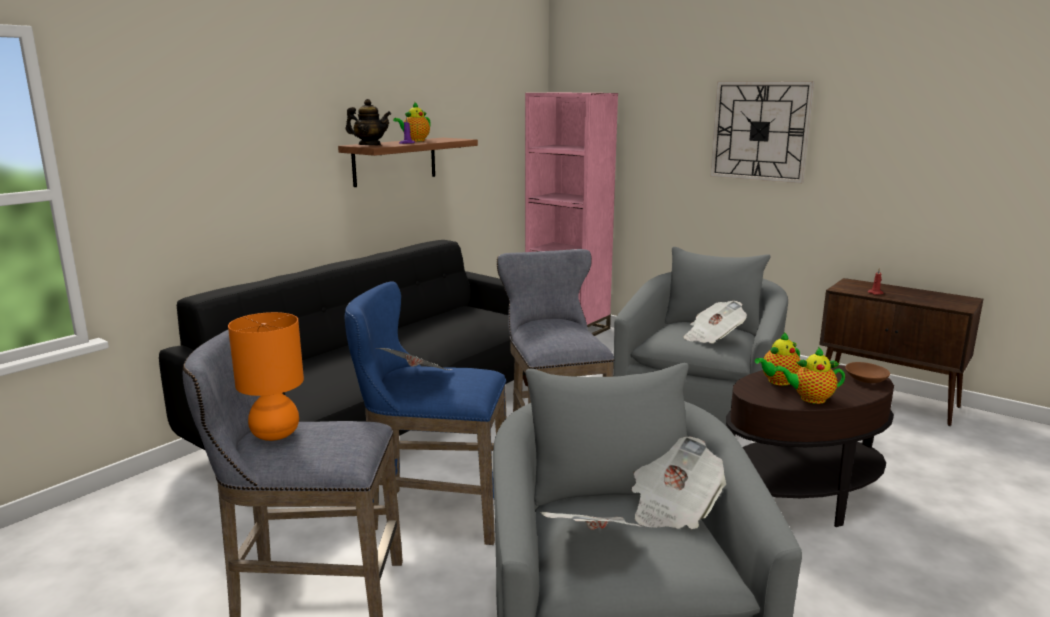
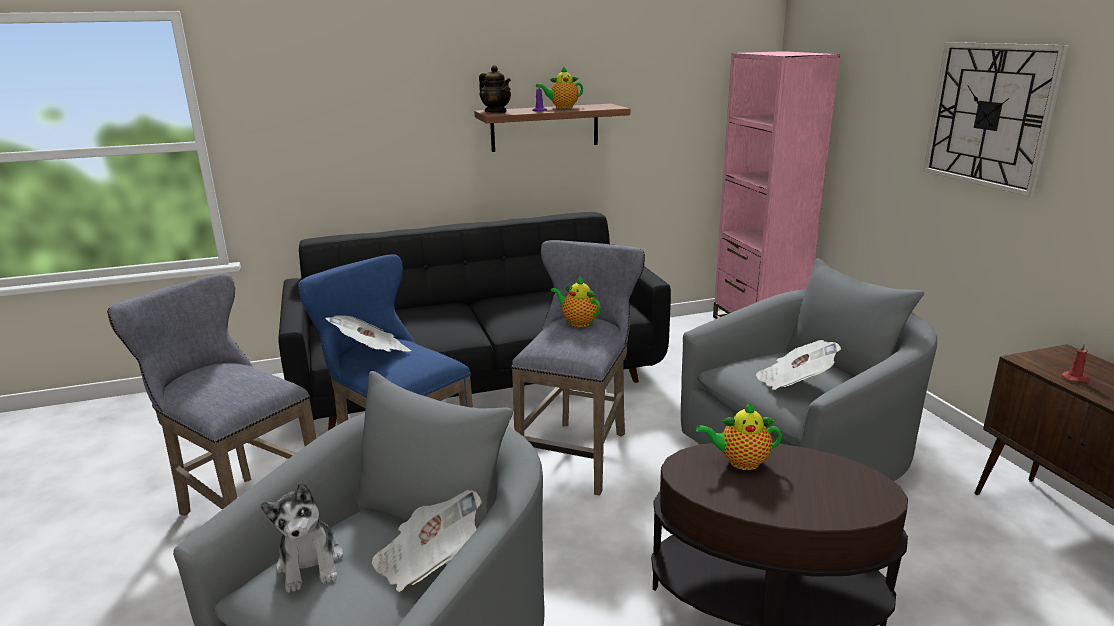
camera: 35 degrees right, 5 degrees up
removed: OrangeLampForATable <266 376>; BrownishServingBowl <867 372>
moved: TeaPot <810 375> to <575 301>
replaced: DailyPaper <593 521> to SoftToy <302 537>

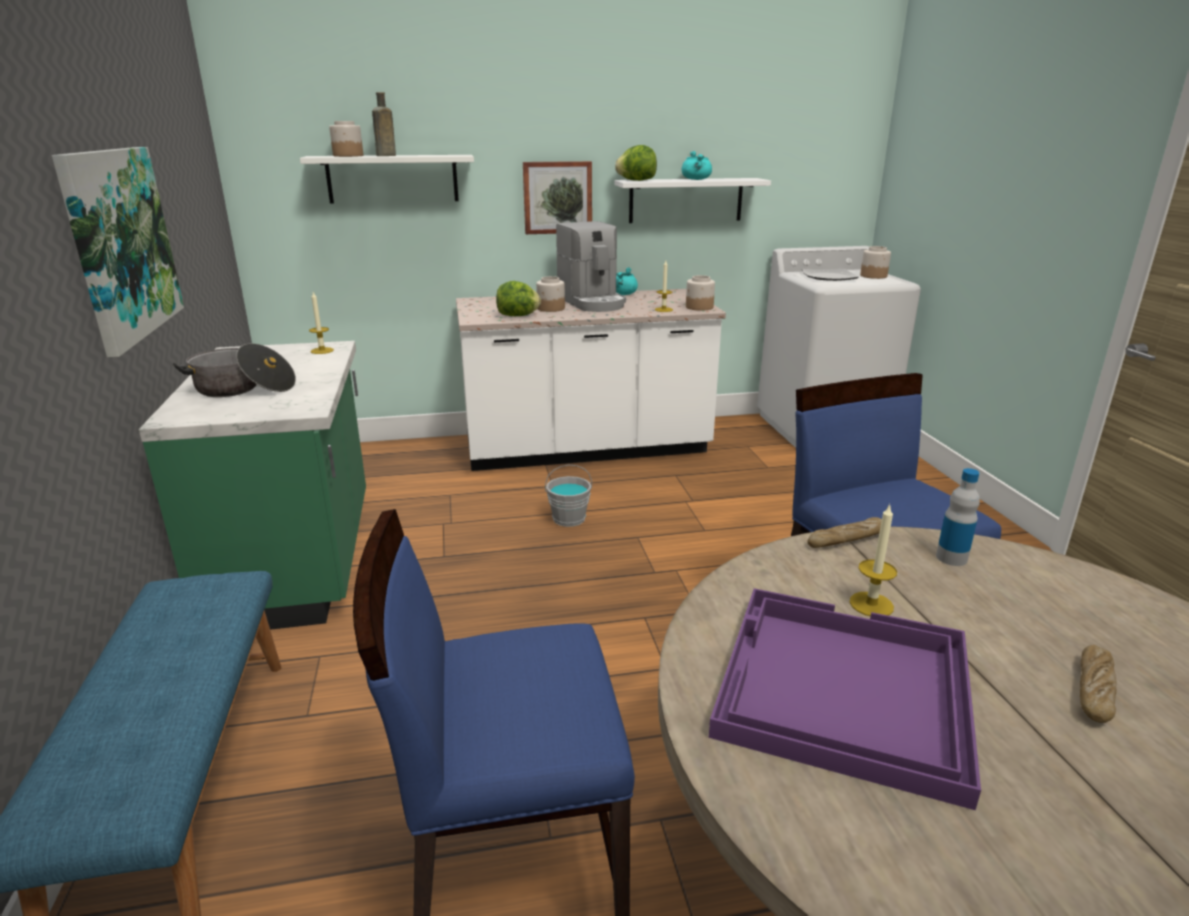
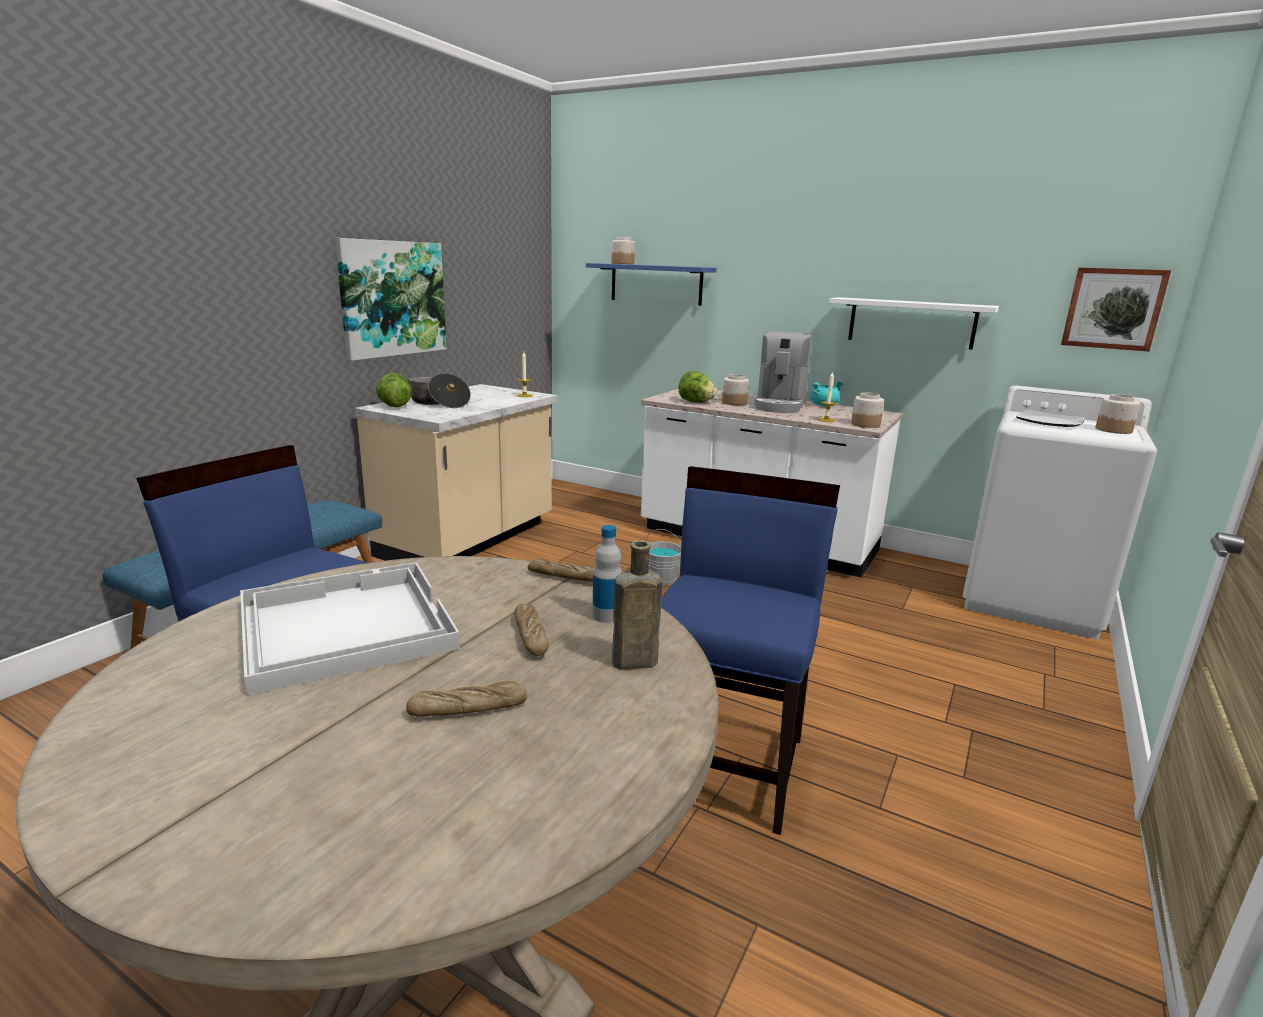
camera: 40 degrees right, 5 degrees down
removed: BlueGreenSaucepot <697 165>; Candle <873 559>
added: BakeryBread <531 630>
moved: BrownishBottle <384 124> to <637 605>; HeadOfLettuce <636 163> to <394 390>; WallPicture <557 197> to <1116 310>
recoloured: WhitishShelf <387 179> to BlueColouredShelf <651 284>; GreenKitchenCounter <252 485> to BeigeColouredKitchenCounter <456 472>; PurpleServingTray <844 699> to WhitishServingTray <350 629>

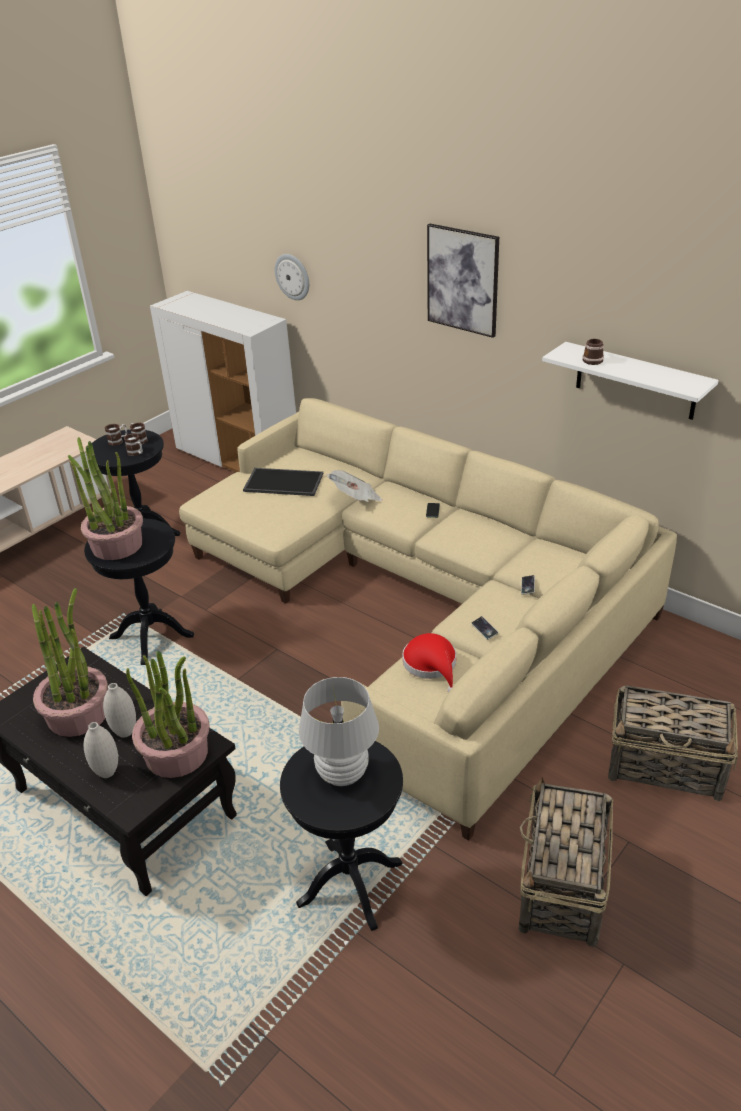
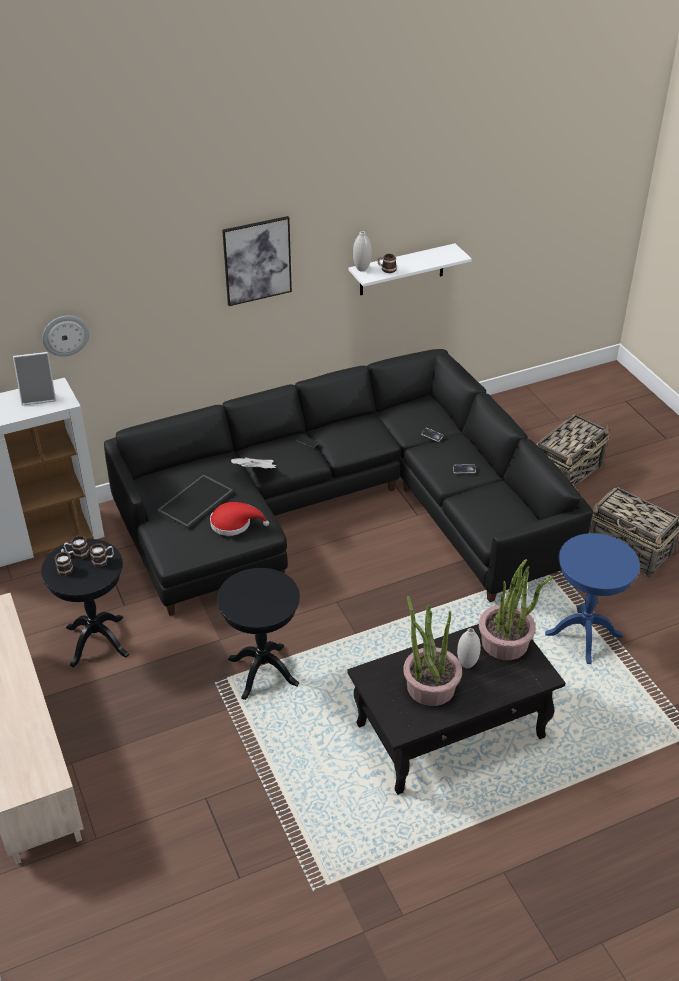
camera: 65 degrees left, 5 degrees up
removed: PottedPlant <105 498>; WhitishLampForATable <339 731>
added: StandingFrame <34 378>
moved: RedColouredWearableHat <429 663> to <239 519>; WhitishDecorativeVase <101 750> to <362 251>
recoloured: BeigeColouredSofa <428 619> to BlackSofa <348 482>; BlackEndTable <341 836> to BlueColouredEndTable <592 598>

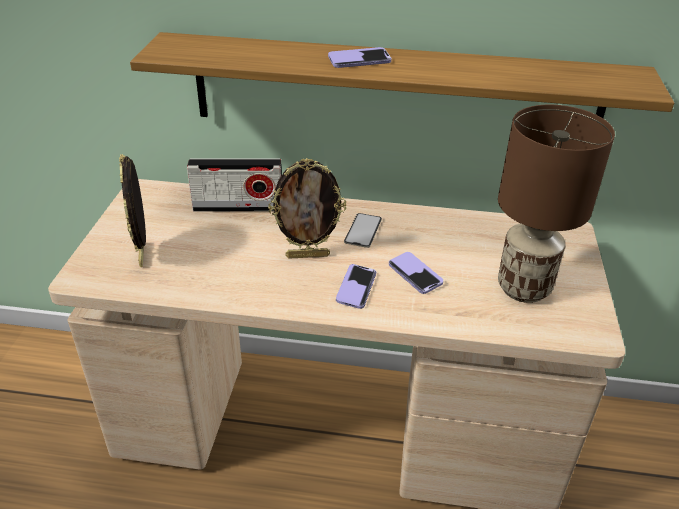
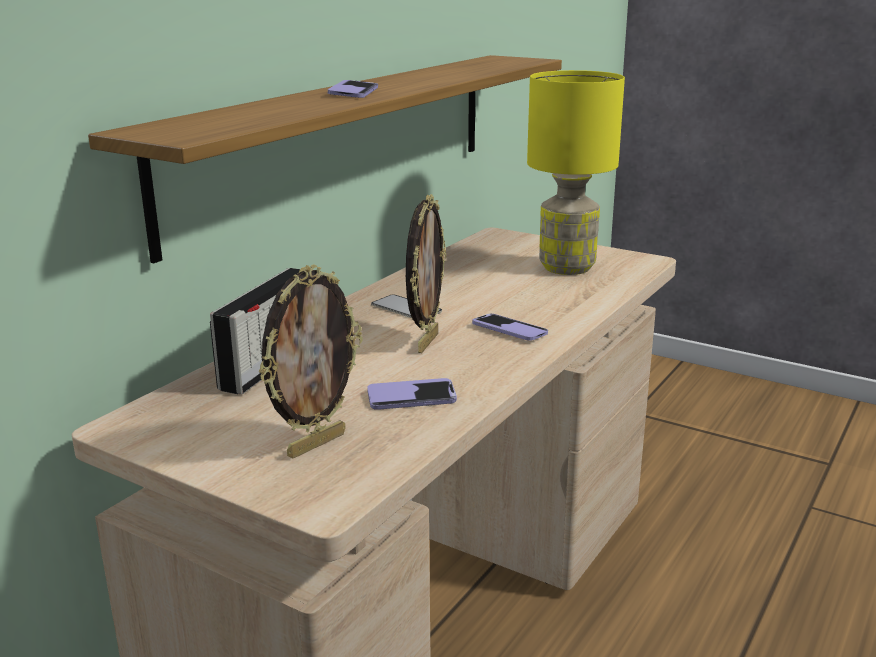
camera: 65 degrees left, 15 degrees down
moved: Handset <416 273> to <412 394>
recoloured: BrownishLampForATable <556 204> to YellowColouredLampForATable <576 172>
turned: StandingFrame <132 210> = <310 361> 60 degrees counterclockwise

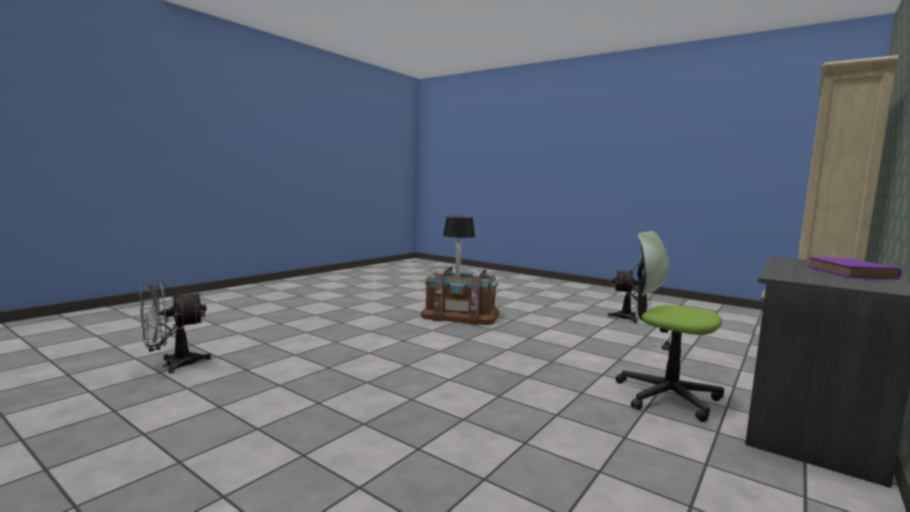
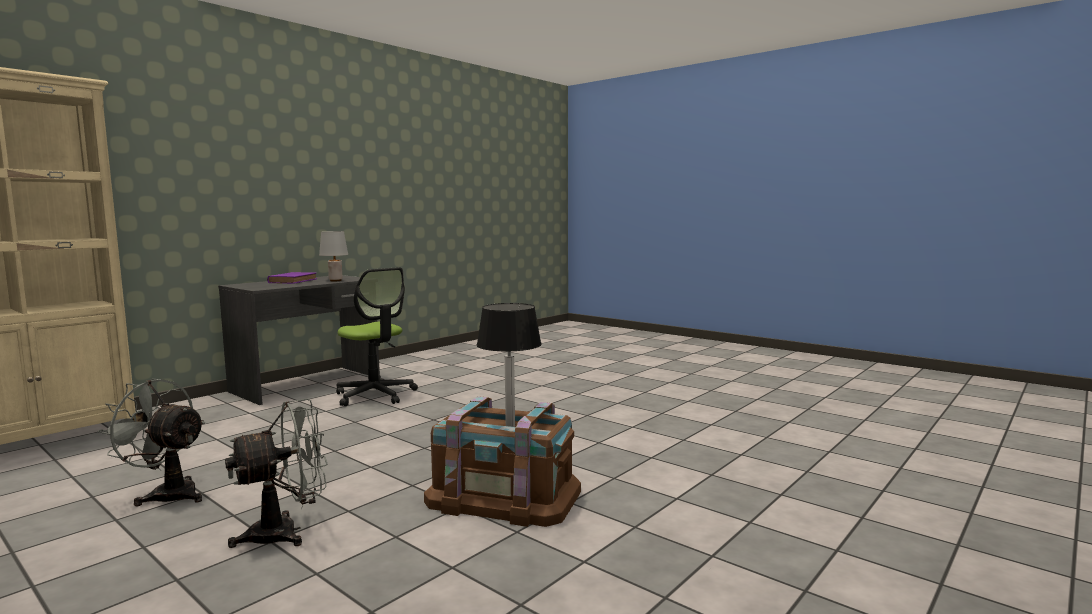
camera: 175 degrees left, 0 degrees up
added: GreyLampForATable <333 256>
moved: GreyFan <175 326> to <276 473>

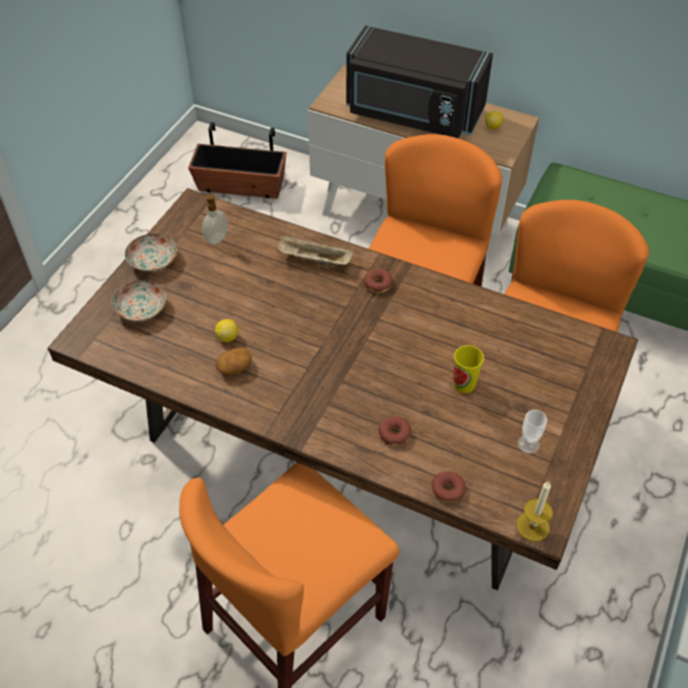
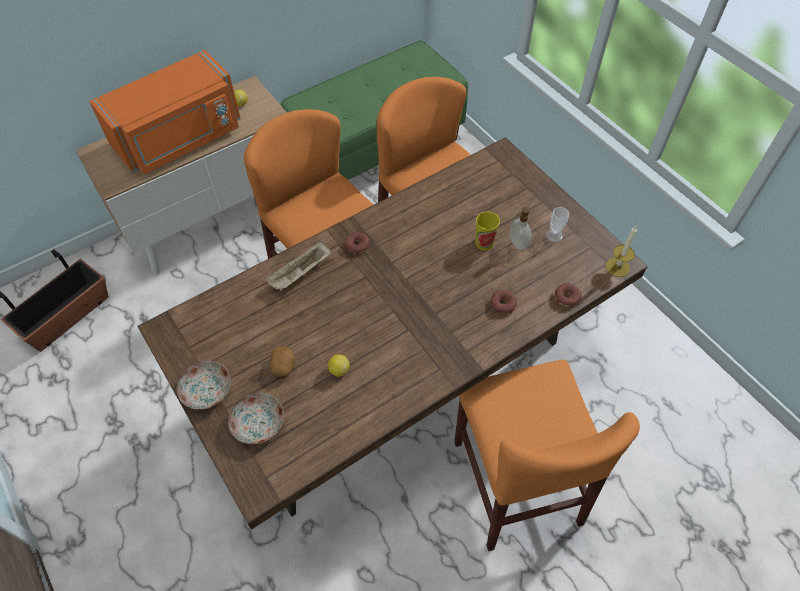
camera: 60 degrees left, 5 degrees up
moved: LiquidSoapBottle <214 219> to <521 228>; Potato <234 361> to <282 361>
recoloured: BlackKitchenMicrowave <419 82> to OrangeKitchenMicrowave <165 112>

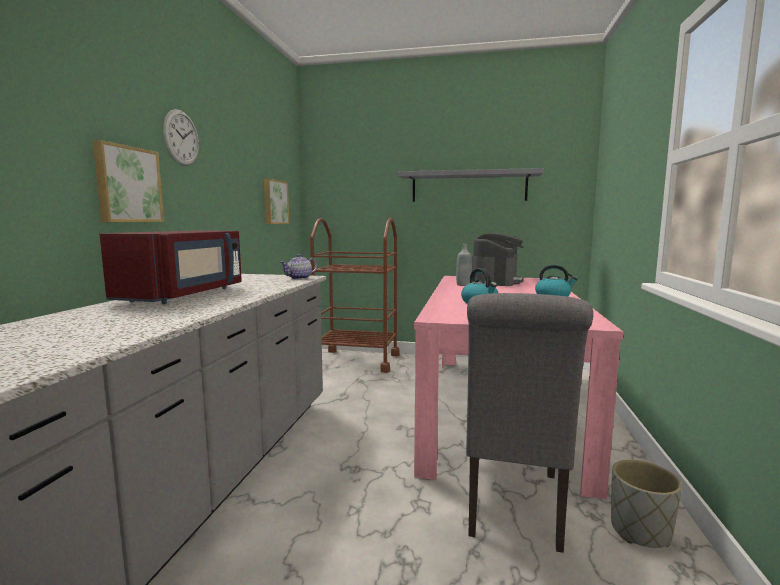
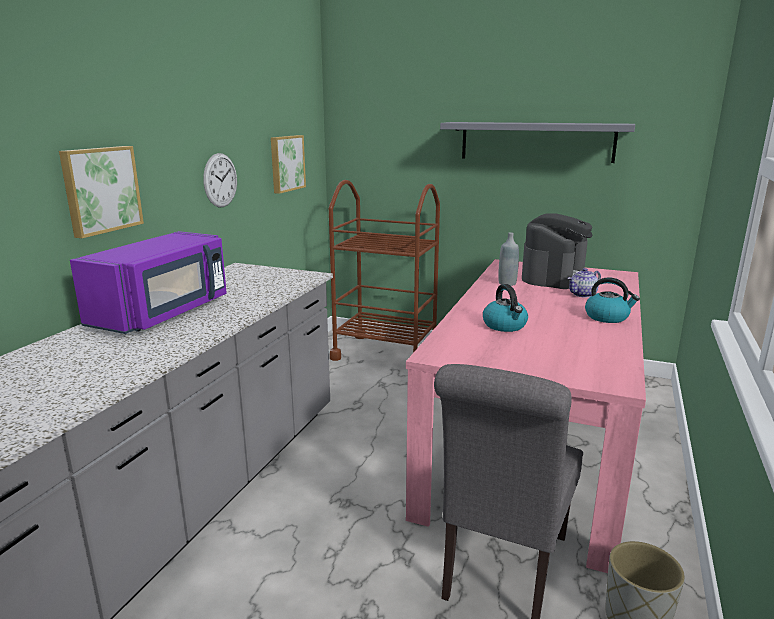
camera: 10 degrees right, 10 degrees up
moved: WallClock <181 137> to <220 180>; TeaPot <298 266> to <584 283>
recoloured: RedColouredKitchenMicrowave <171 267> to PurpleKitchenMicrowave <148 282>

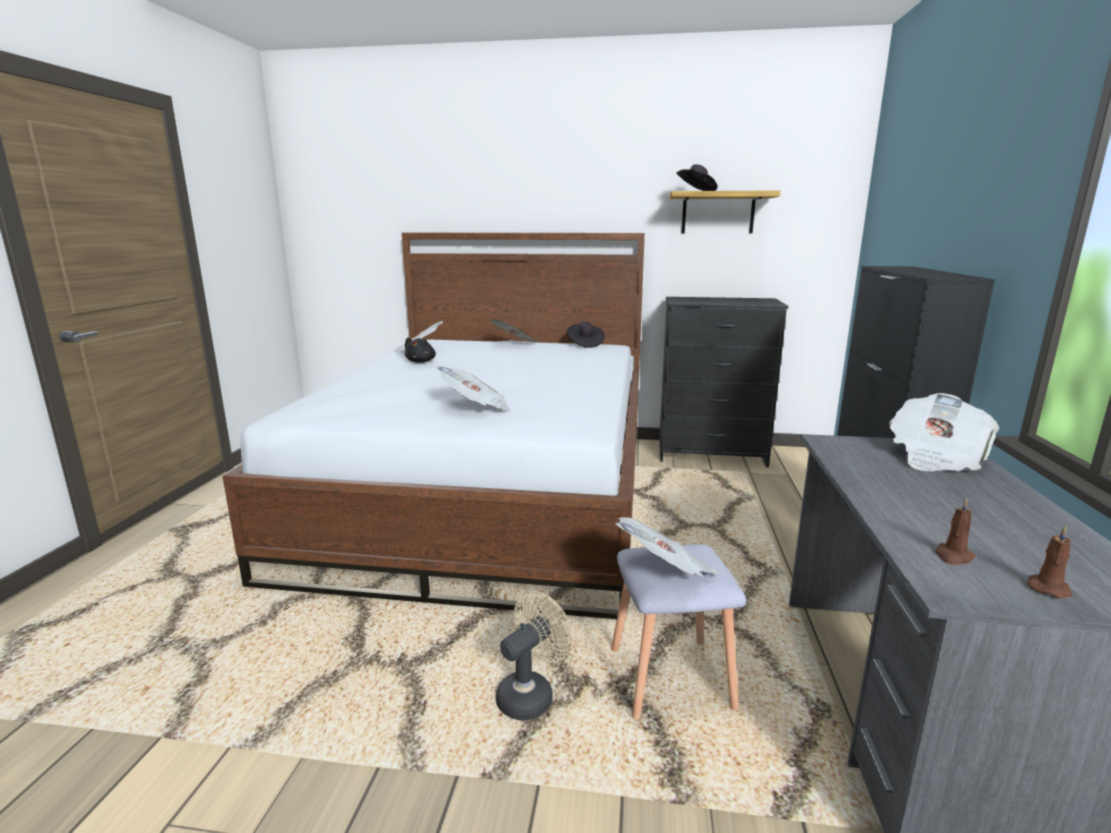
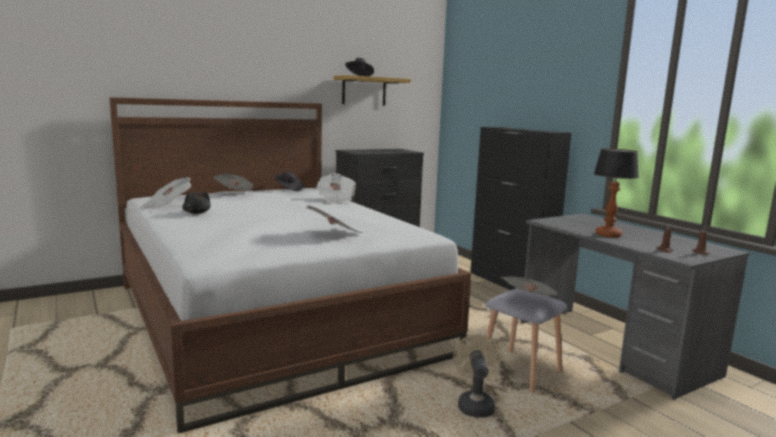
camera: 40 degrees left, 5 degrees down
added: LampForATable <616 193>
moved: DailyPaper <944 432> to <336 188>

